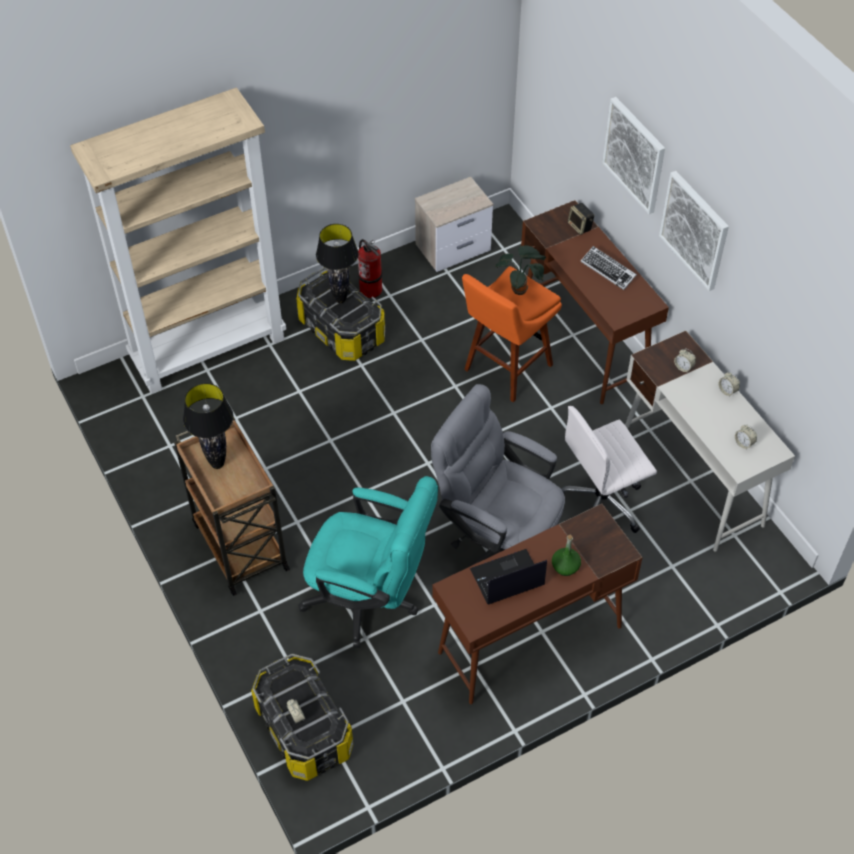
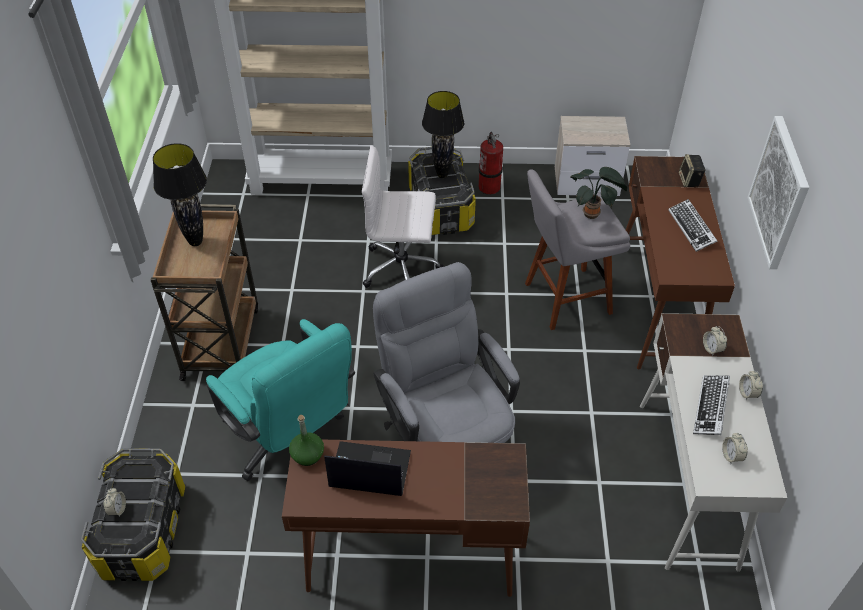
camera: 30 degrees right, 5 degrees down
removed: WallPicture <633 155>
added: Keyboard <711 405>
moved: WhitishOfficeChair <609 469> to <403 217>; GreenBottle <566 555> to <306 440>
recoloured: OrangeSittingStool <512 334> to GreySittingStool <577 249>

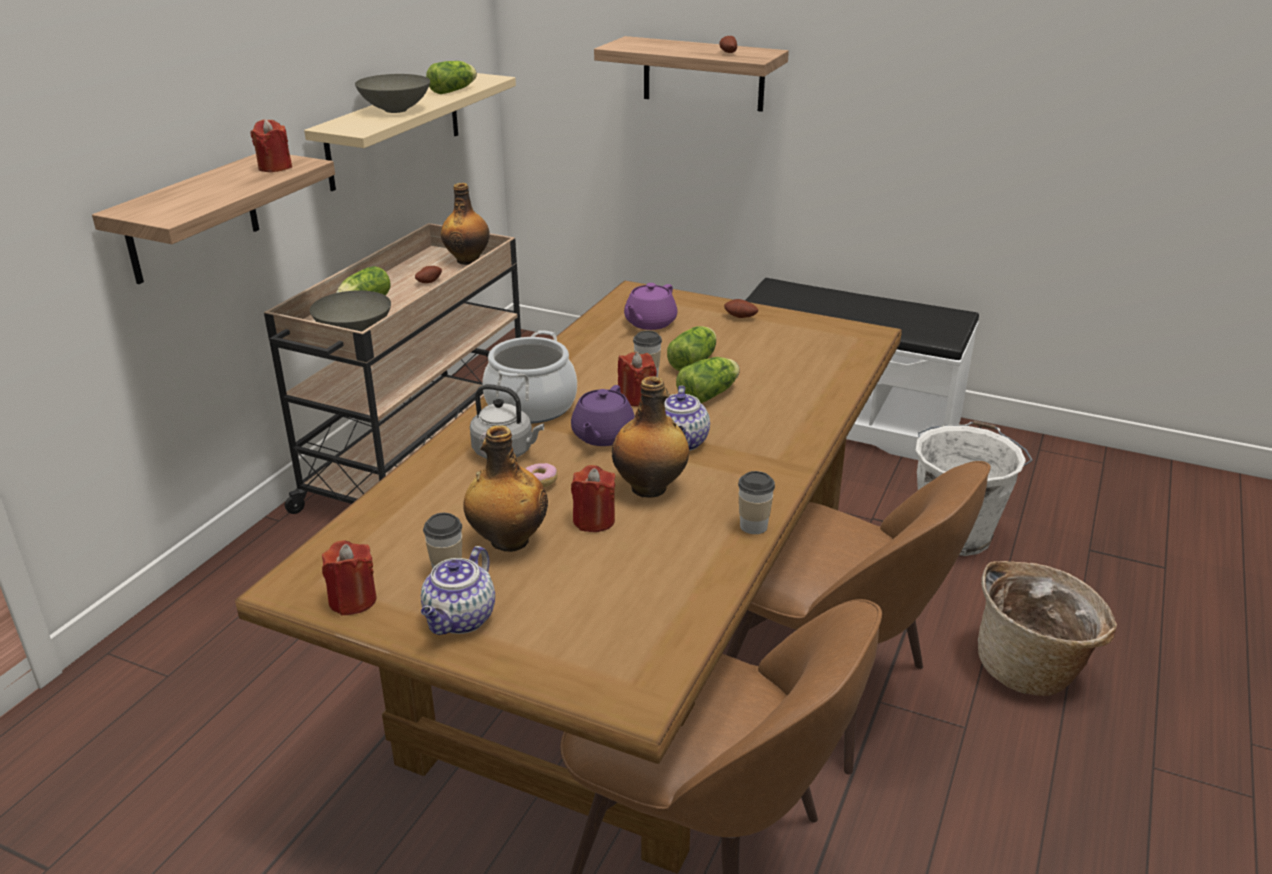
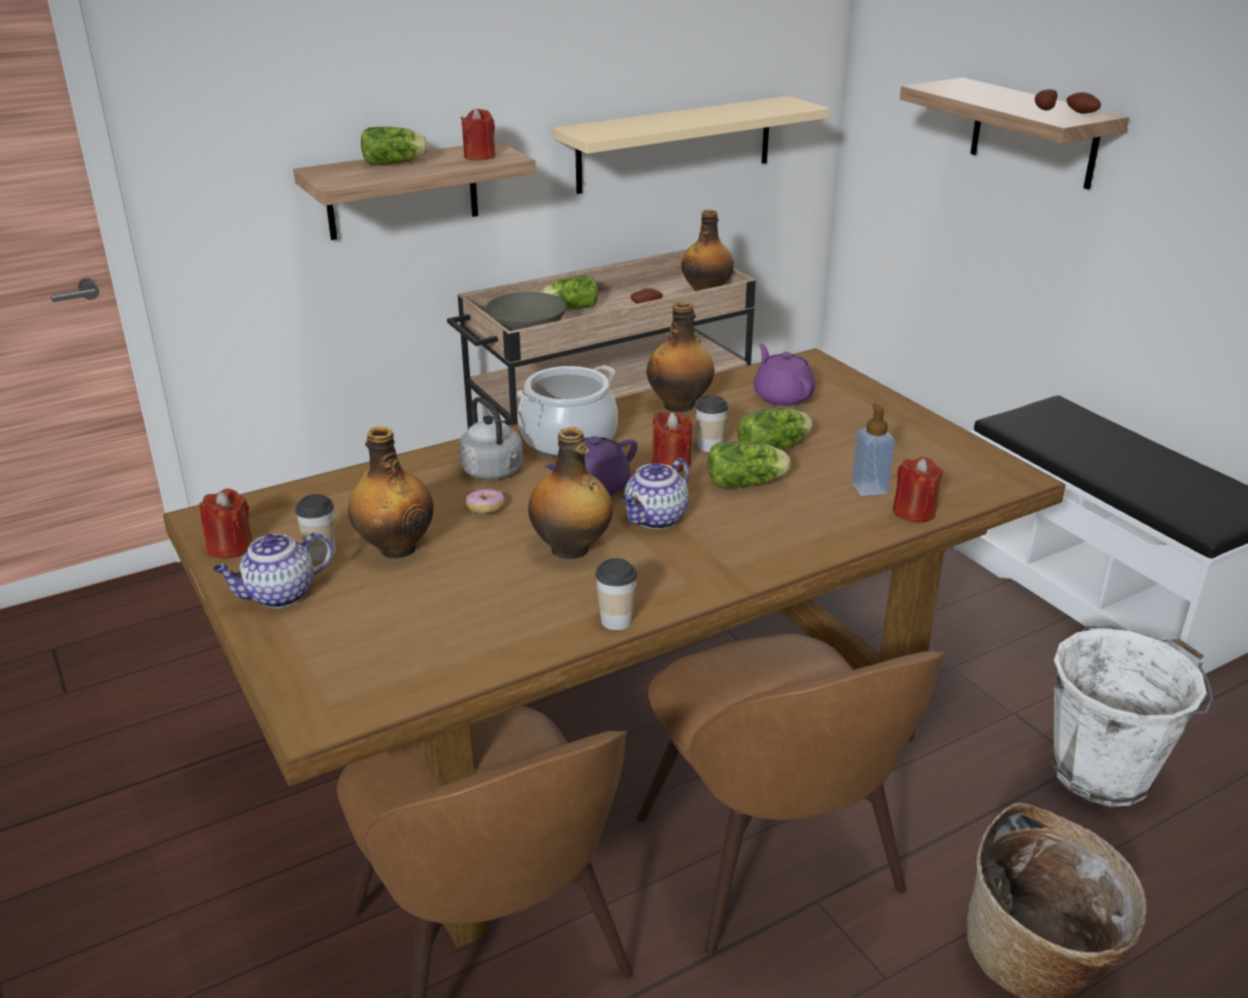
camera: 35 degrees right, 0 degrees up
removed: GreyServingBowl <392 93>
added: Bottle <681 356>; LiquidSoapBottle <873 449>
moved: HeadOfLettuce <451 77> to <395 146>; Potato <741 308> to <1084 103>; RedColouredCandle <593 498> to <918 490>
turned: PurpleTeaPot <651 306> = <784 375> 90 degrees clockwise

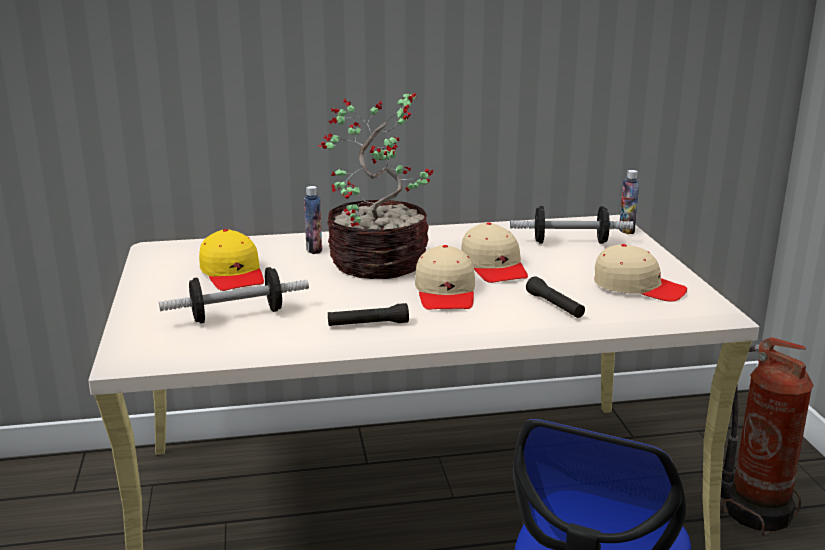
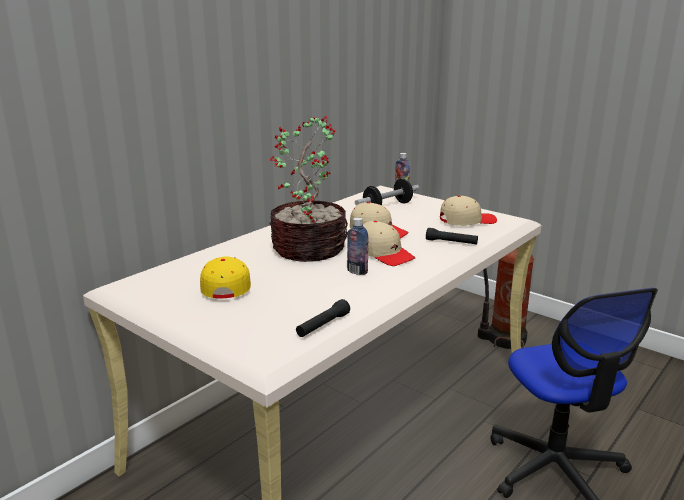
camera: 40 degrees left, 0 degrees up
removed: FreeWeight <234 295>
moved: Bottle <313 220> to <358 246>; BlackTorch <368 314> to <323 318>
turned: YellowColouredCap <231 260> = <225 277> 120 degrees counterclockwise

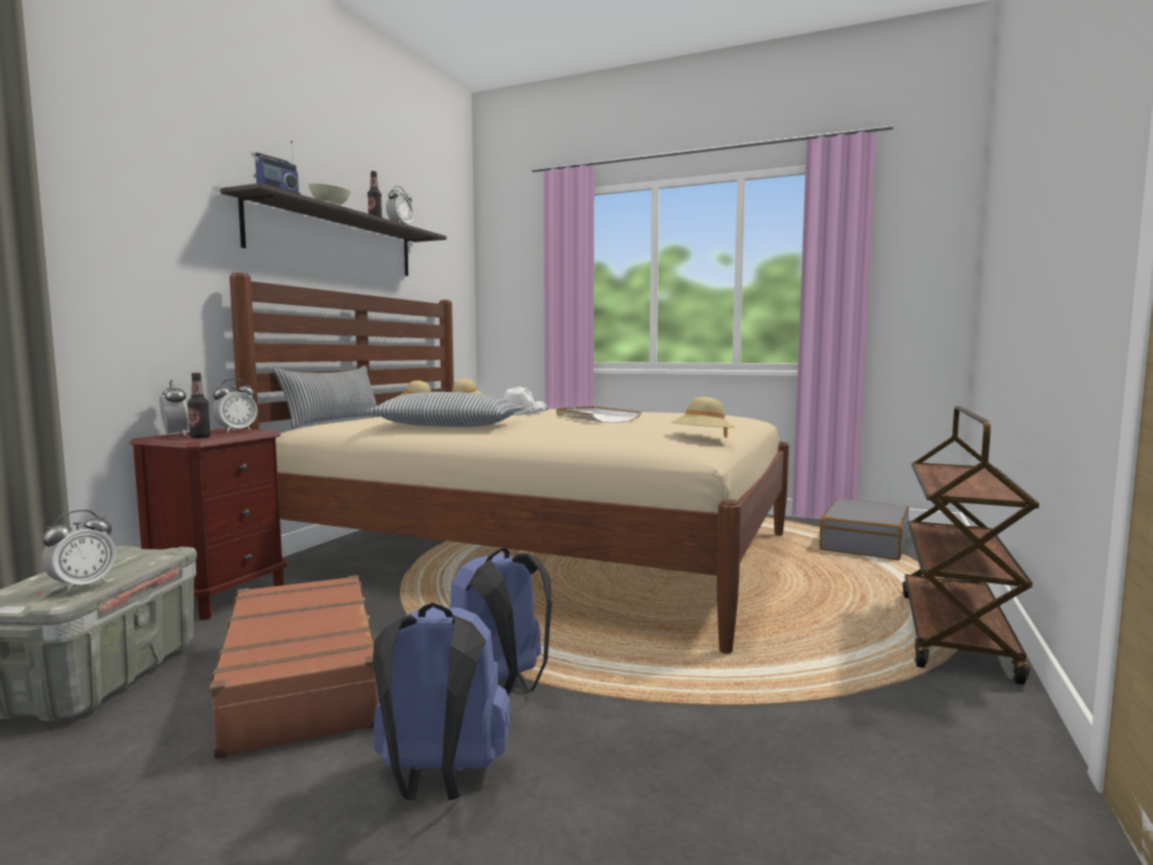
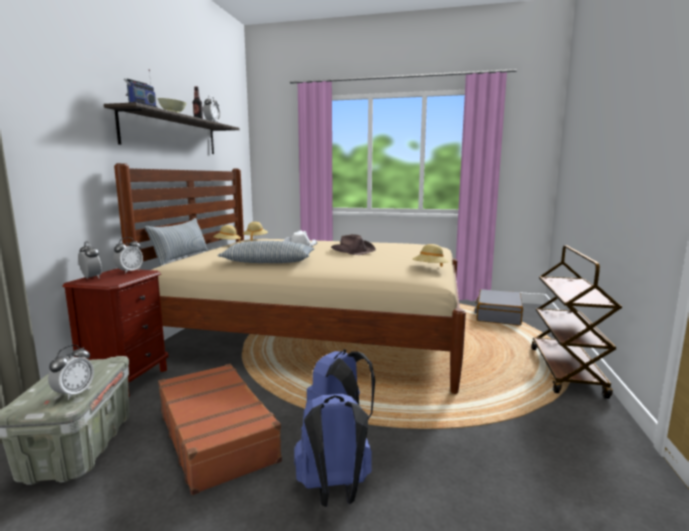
camera: 10 degrees left, 5 degrees up
removed: Bottle <199 405>
replaced: WhitishServingTray <599 414> to BrownishWearableHat <353 244>

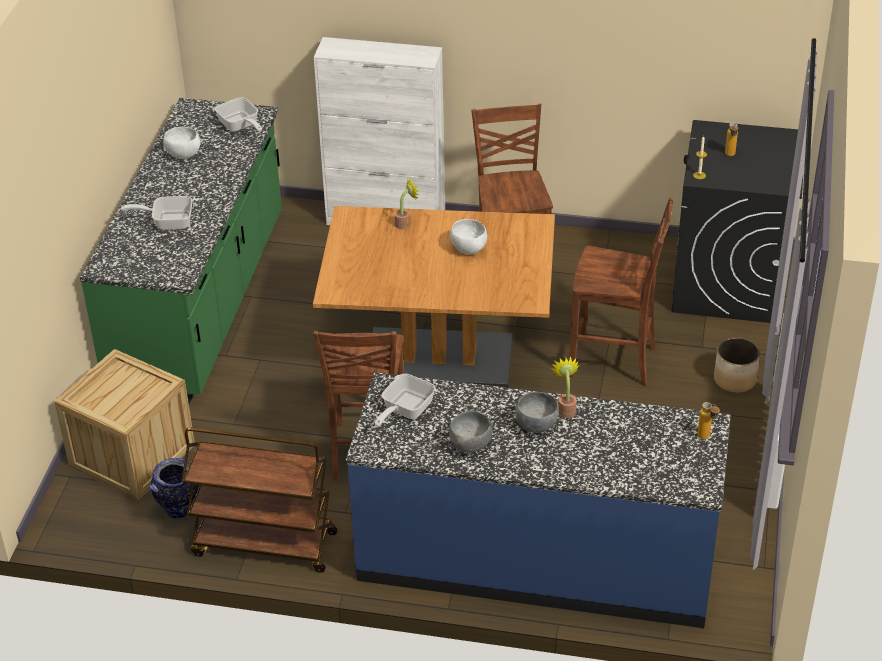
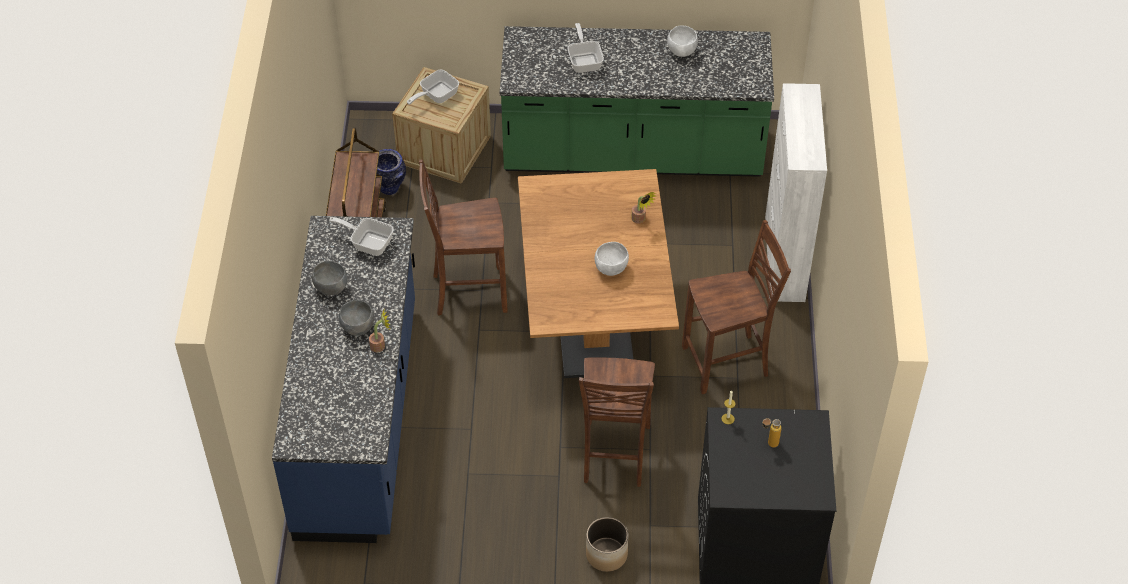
camera: 80 degrees right, 10 degrees up
removed: Bottle <708 420>
moved: FryingPan <238 114> to <433 87>

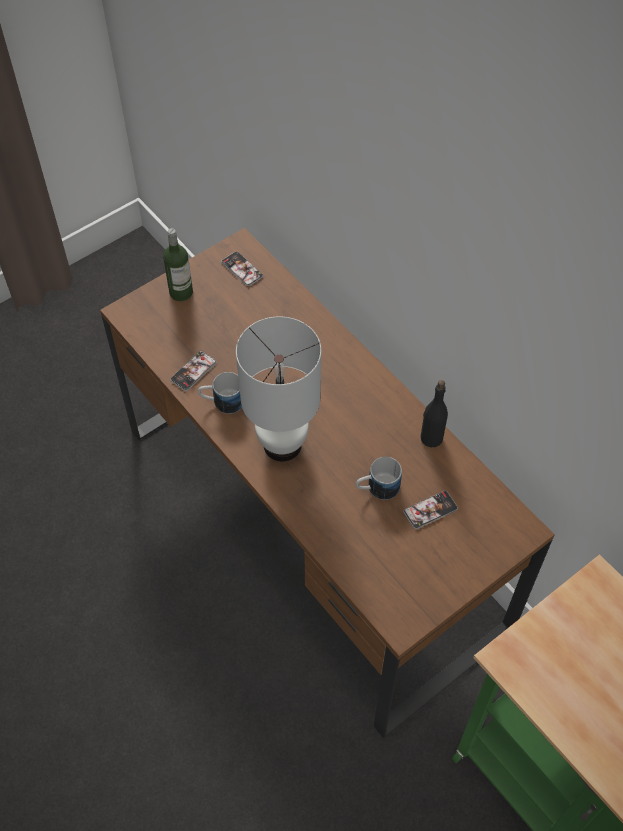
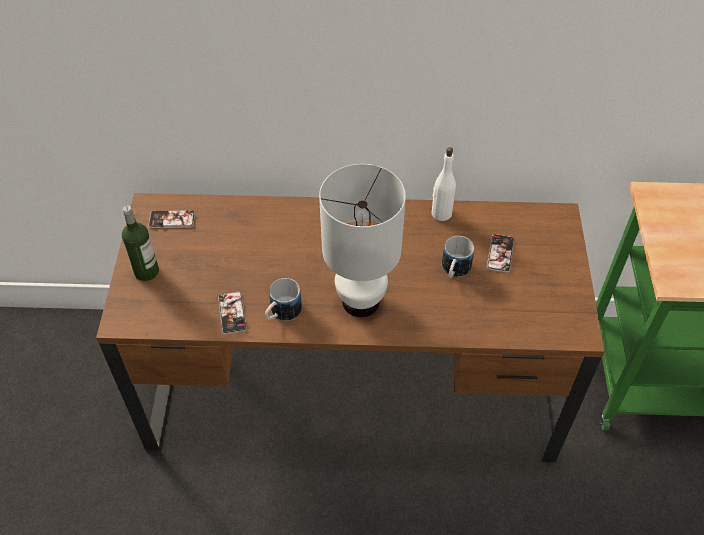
camera: 50 degrees left, 5 degrees down
recoloured: BlackBottle <434 413> to WhitishBottle <444 184>

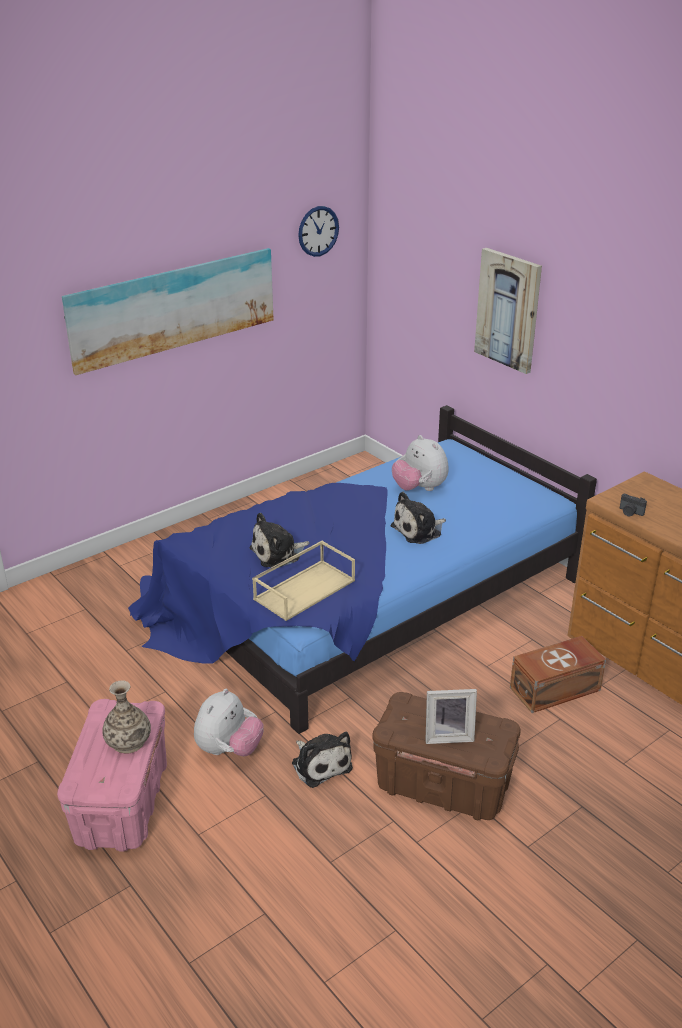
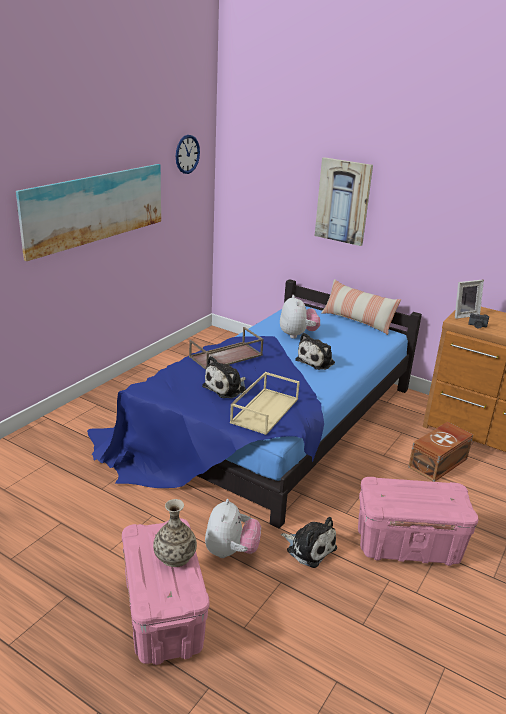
camera: 20 degrees left, 5 degrees down
added: ThrowPillow <361 307>; BrownishServingTray <226 348>
moved: StandingFrame <451 716> to <469 299>
recoloured: BrownishStorageBox <446 756> to PinkStorageBox <418 521>
turned: SoftToy <420 463> = <300 317> 135 degrees counterclockwise

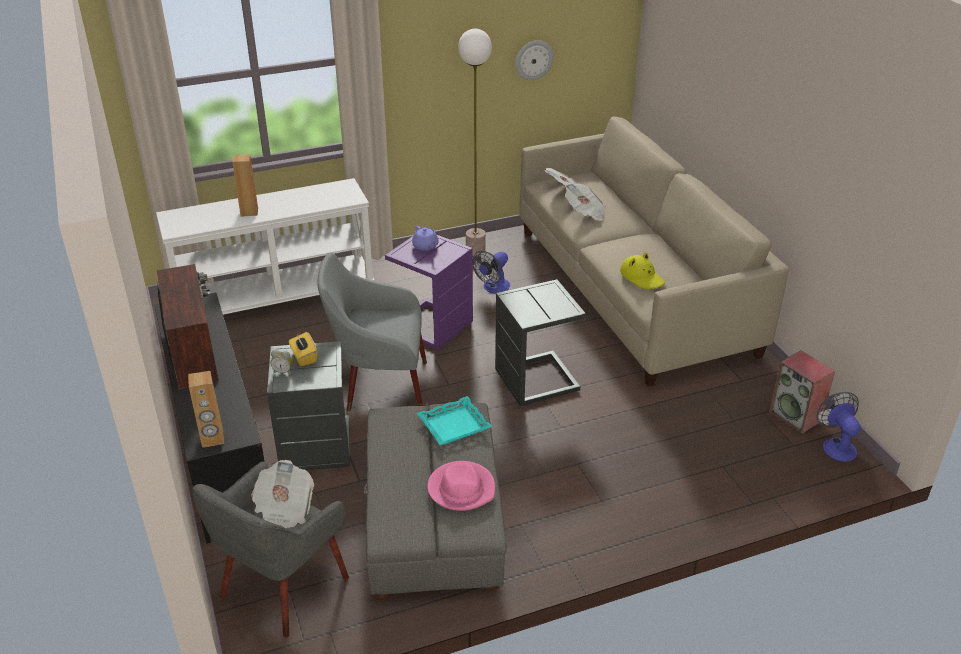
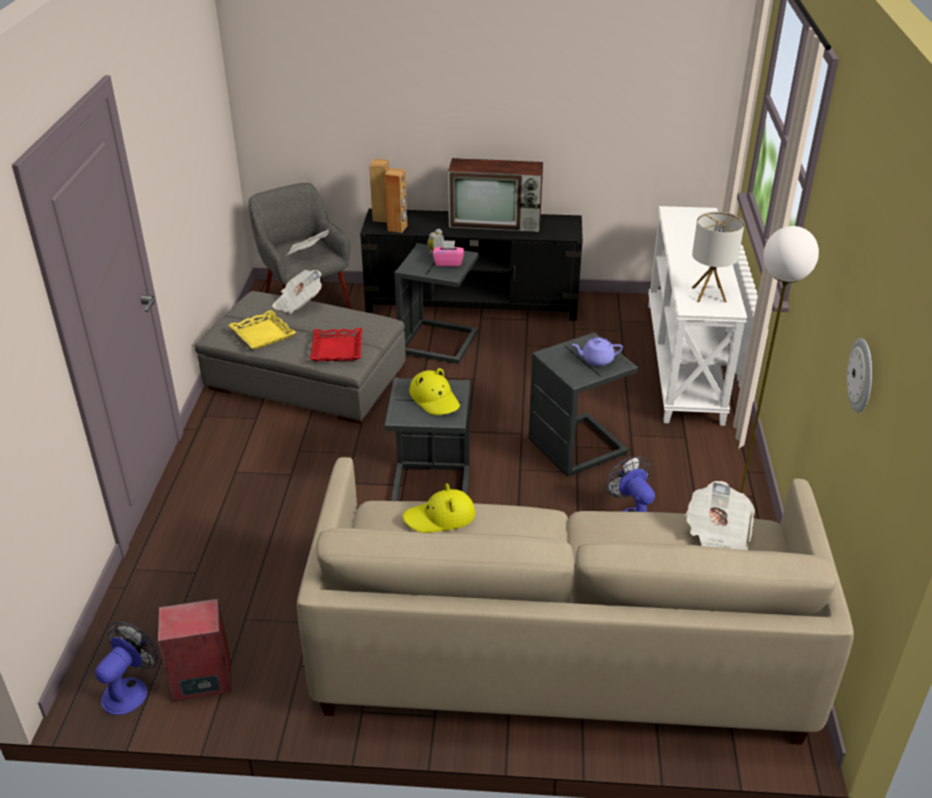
camera: 115 degrees right, 0 degrees up
removed: GreyLoungeChair <372 331>
added: LampForATable <718 256>; YellowColouredWearableHat <434 391>
moved: BrownishSpeaker <245 185> to <396 200>; DailyPaper <585 202> to <297 292>
replaced: PinkWearableHat <461 486> to YellowColouredServingTray <262 329>
recoloured: PurpleEndTable <429 292> to GreyEndTable <583 404>; YellowColouredTissueBox <303 349> to PinkTissueBox <448 253>; BlueGreenServingTray <454 420> to RedColouredServingTray <336 344>
turned: Fan <838 427> = <126 668> 75 degrees counterclockwise

